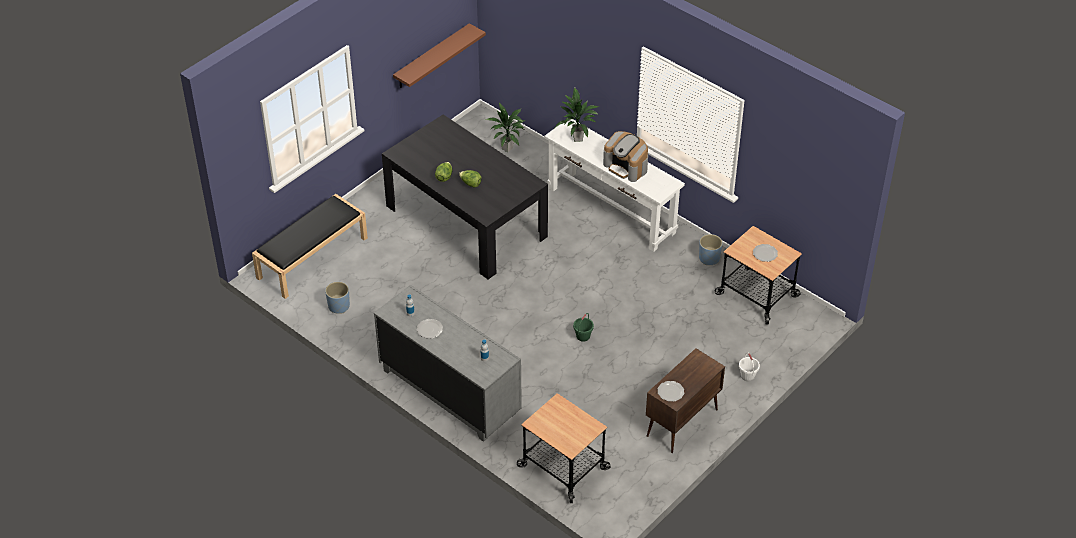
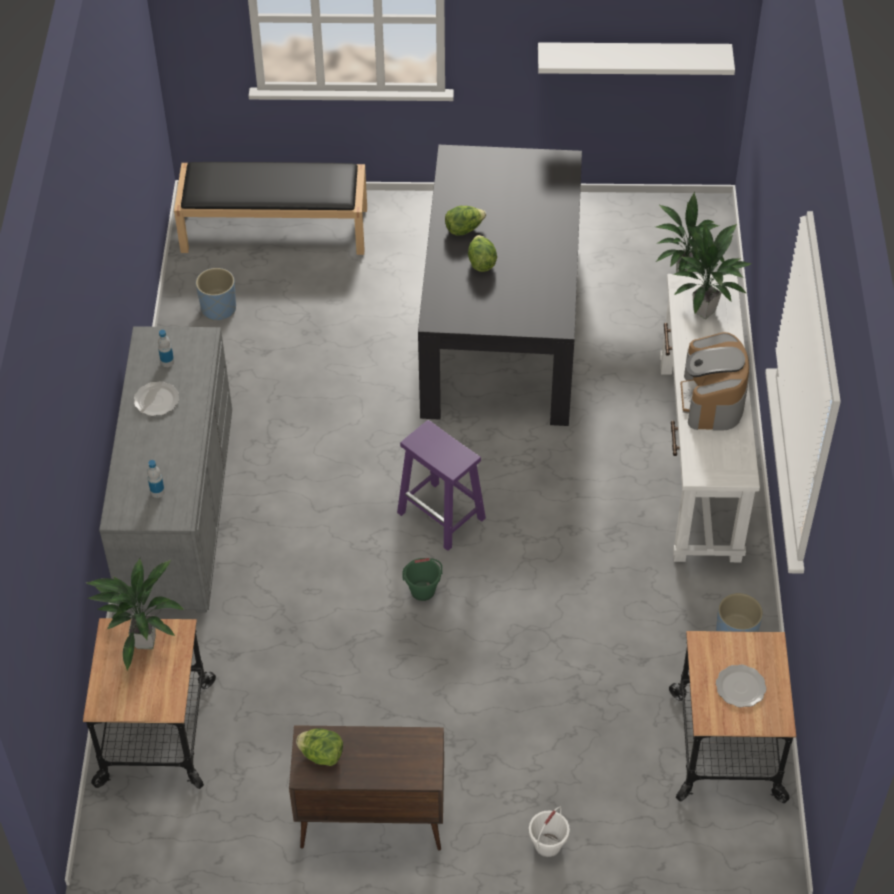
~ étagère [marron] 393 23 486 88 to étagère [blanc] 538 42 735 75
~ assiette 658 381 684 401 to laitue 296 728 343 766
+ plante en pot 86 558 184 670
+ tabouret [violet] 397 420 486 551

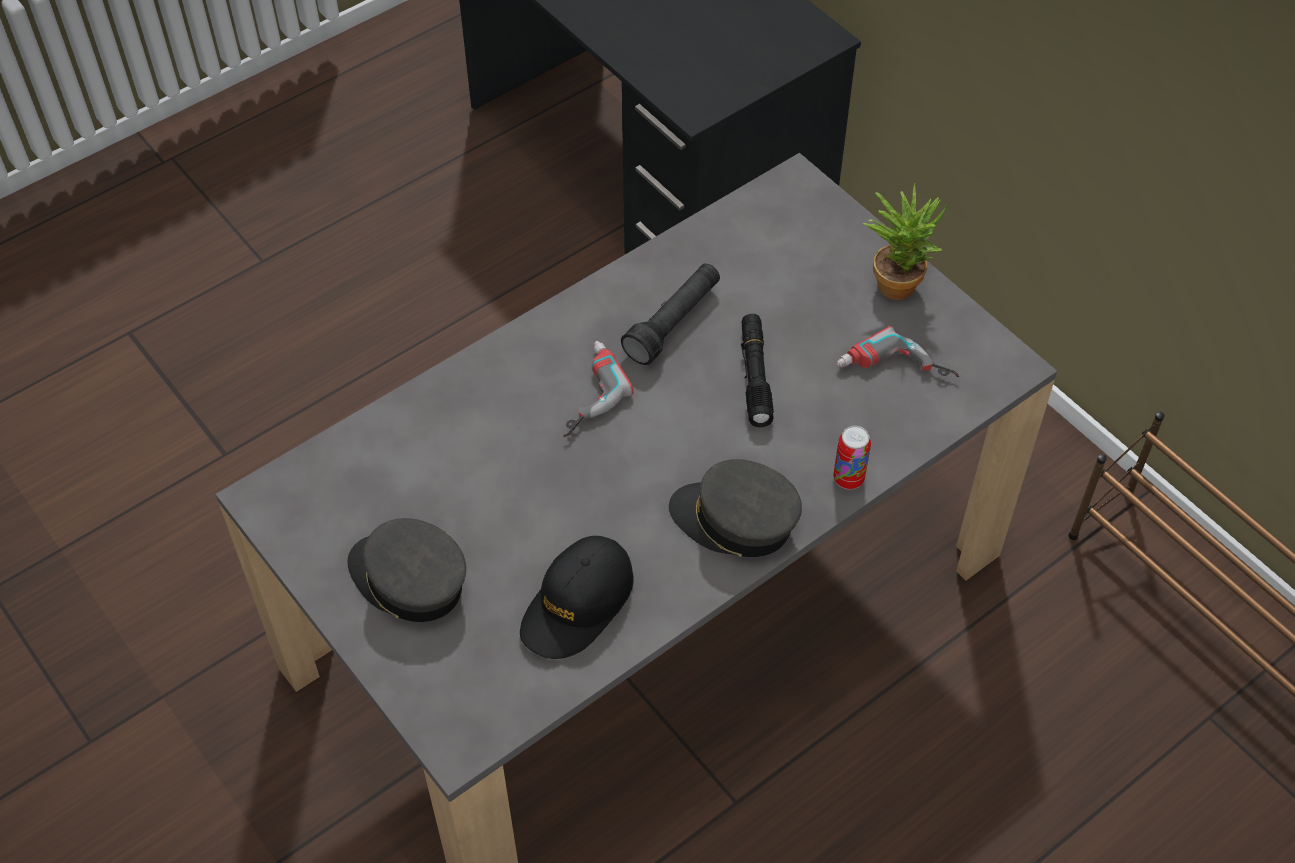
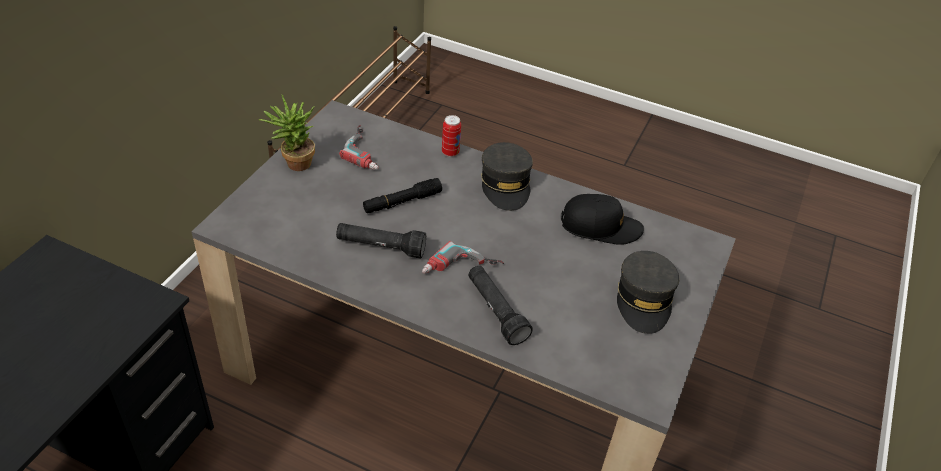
+ lampe de poche [noir] 468 266 533 345

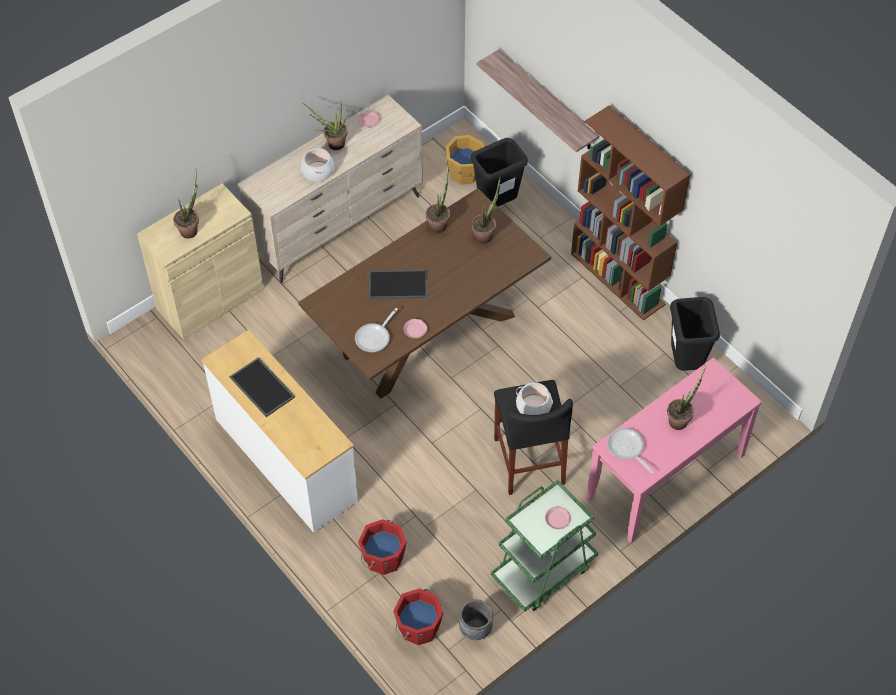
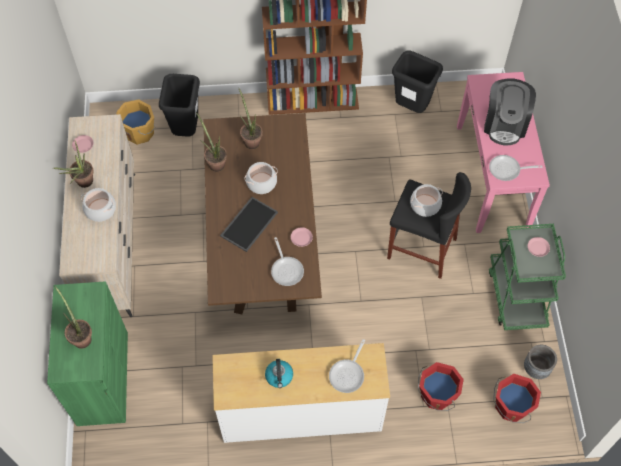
~ meuble de rangement [beige] 137 183 264 340 to meuble de rangement [vert] 47 281 128 426
~ plateau 230 357 295 417 to bouilloire 265 359 293 388
- étagère 477 49 599 152
~ plante en pot 667 364 706 430 to machine à café 484 78 536 145
+ marmite 245 162 277 194
+ poêle 329 339 365 393

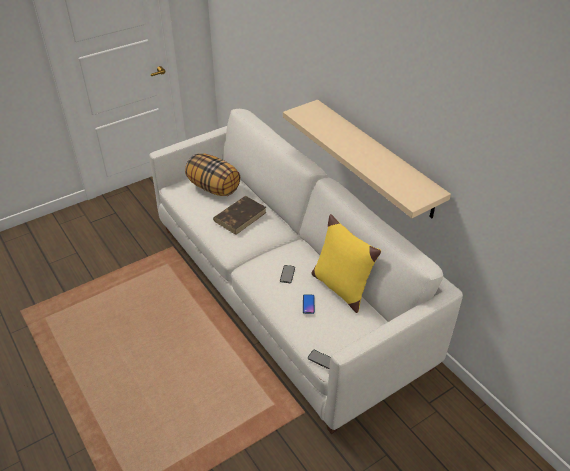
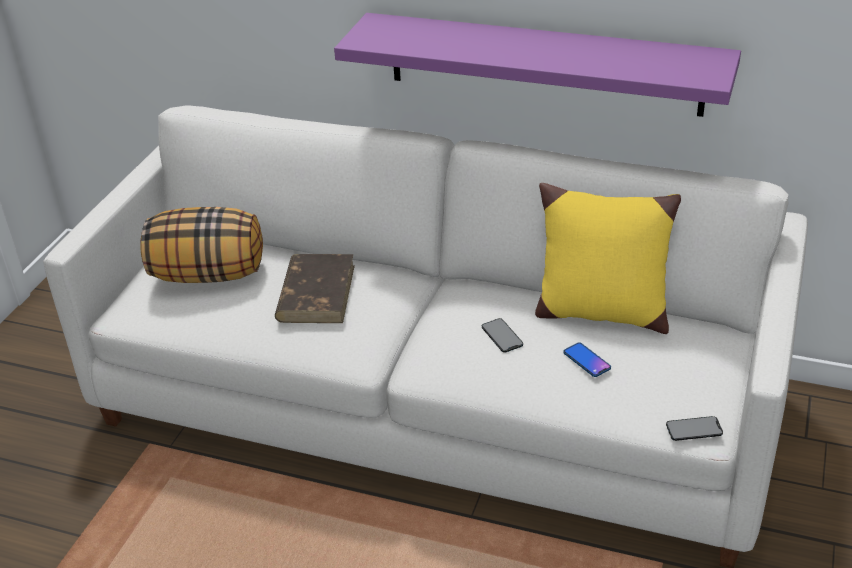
~ étagère [beige] 283 100 451 218 to étagère [violet] 334 13 741 117

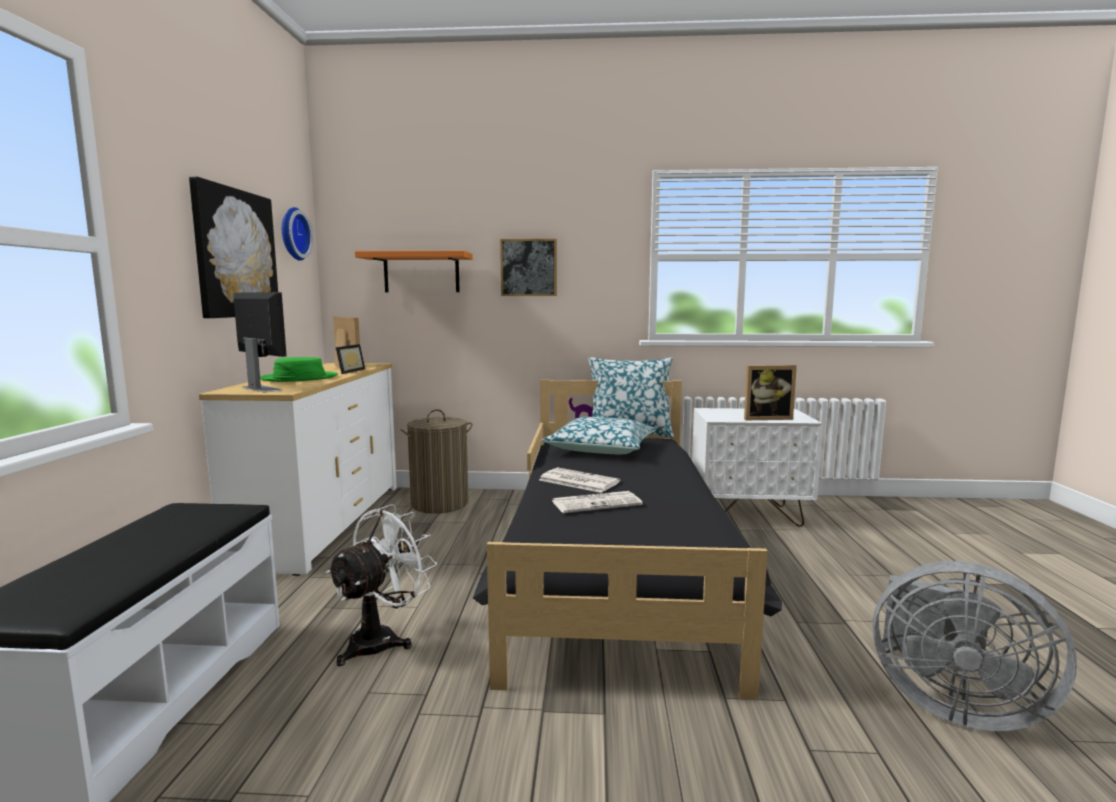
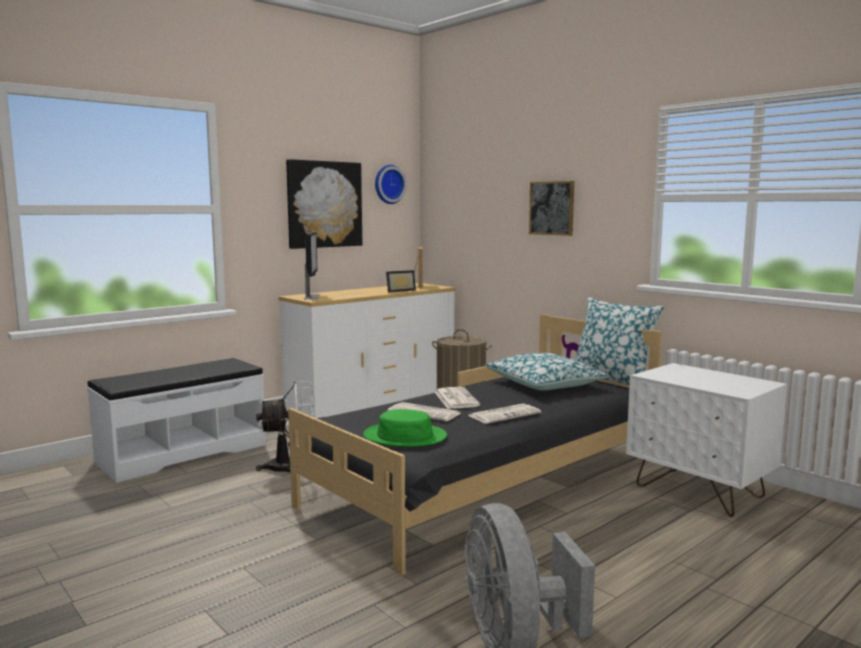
~ chapeau [vert] 260 357 338 382 to 363 409 447 447
- étagère [orange] 355 251 473 292
- cadre photo 744 365 797 420
+ journal 469 403 541 424

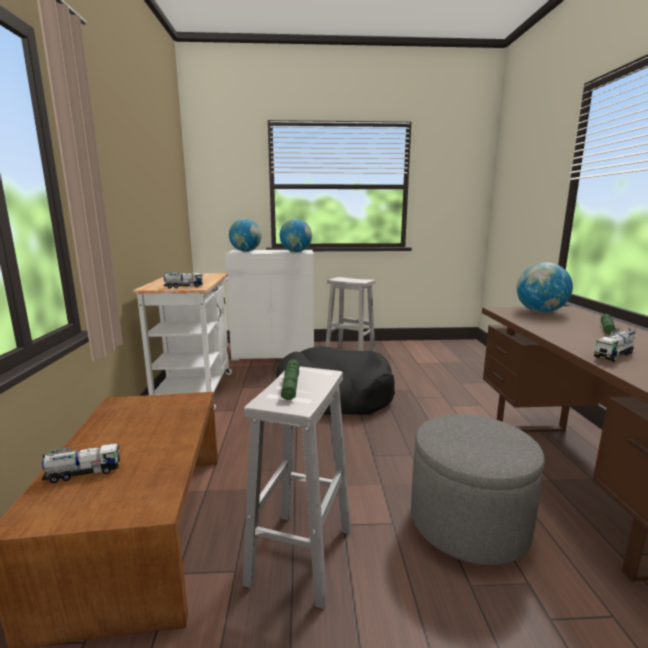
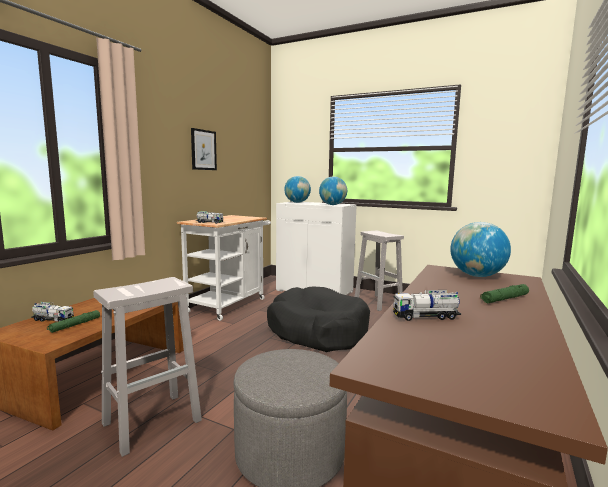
~ lampe de poche [vert] 281 359 299 400 to 47 310 100 333
+ tableau 191 128 217 170

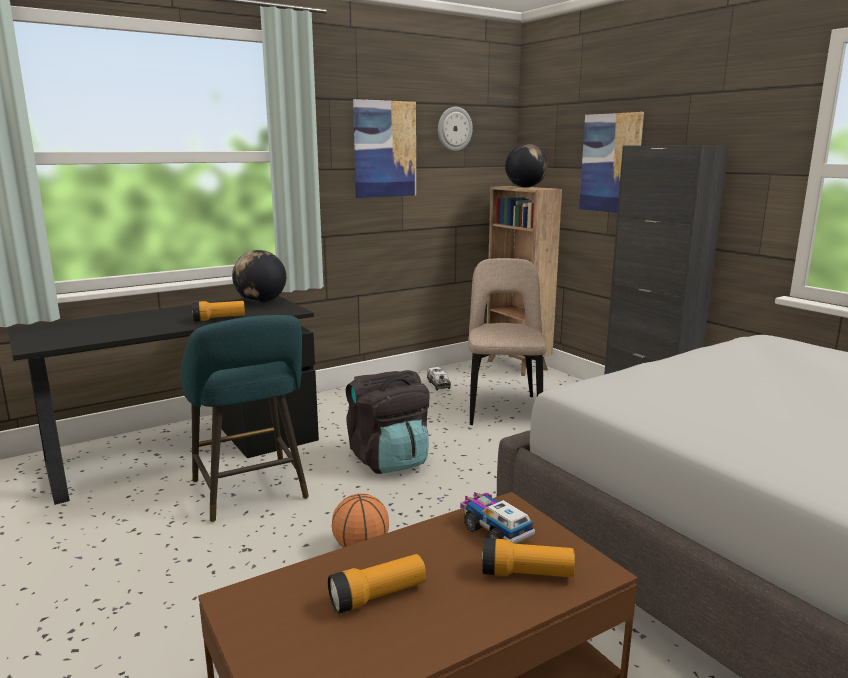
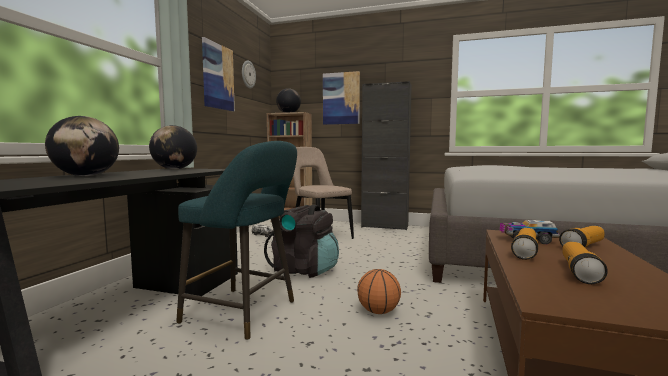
~ lampe de poche 192 301 245 321 to 511 228 539 260
+ globe 45 116 119 176

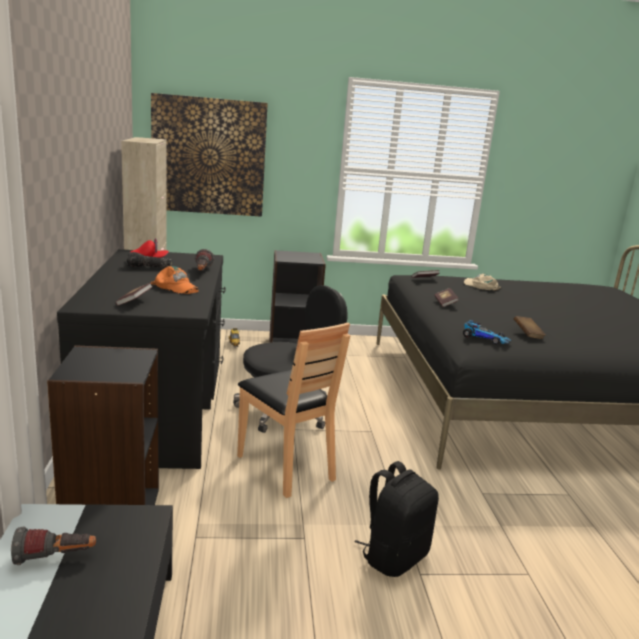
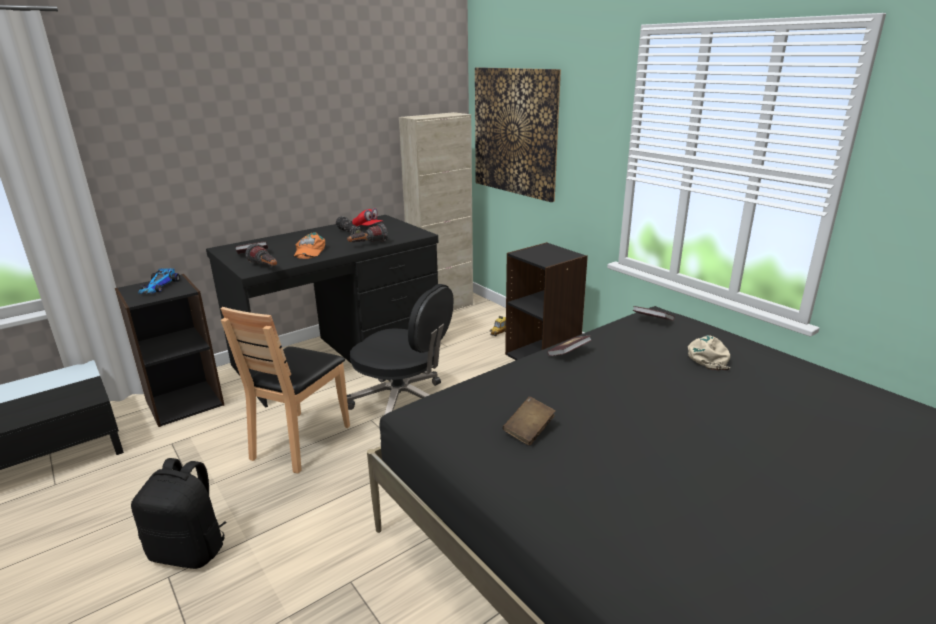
~ lampe de poche 11 527 96 565 to 246 244 277 266
~ petite voiture 463 320 511 344 to 138 268 180 294

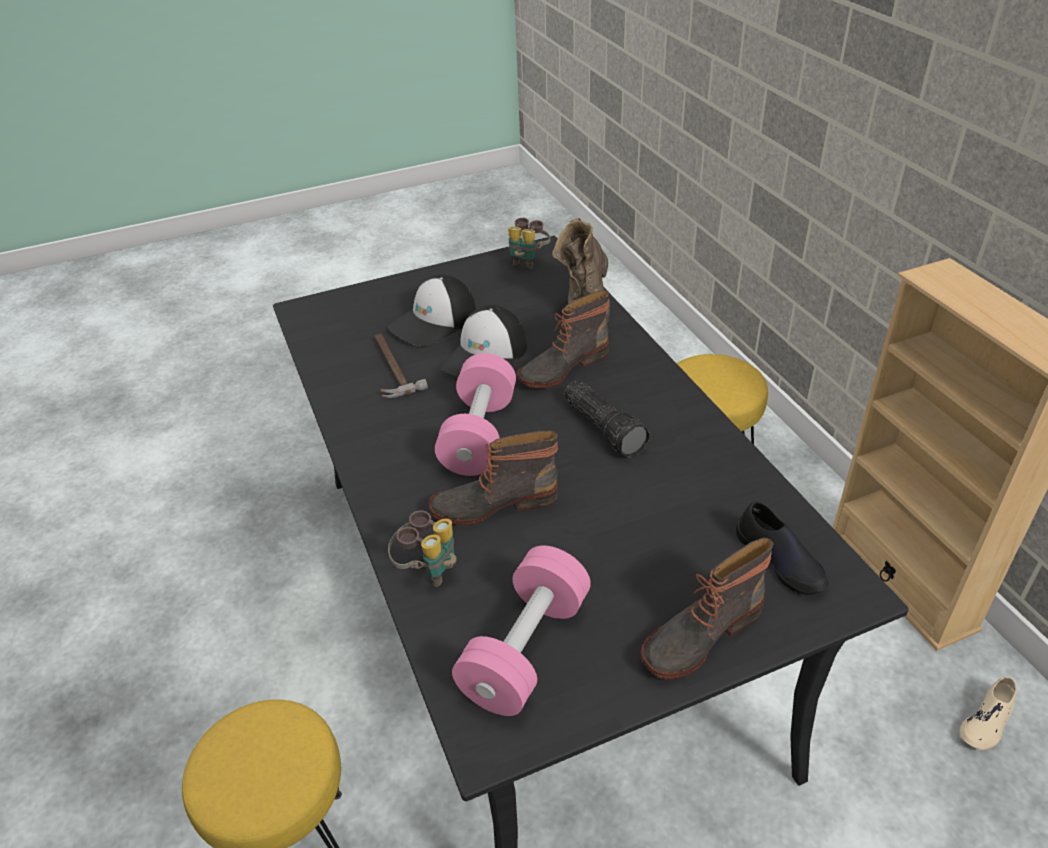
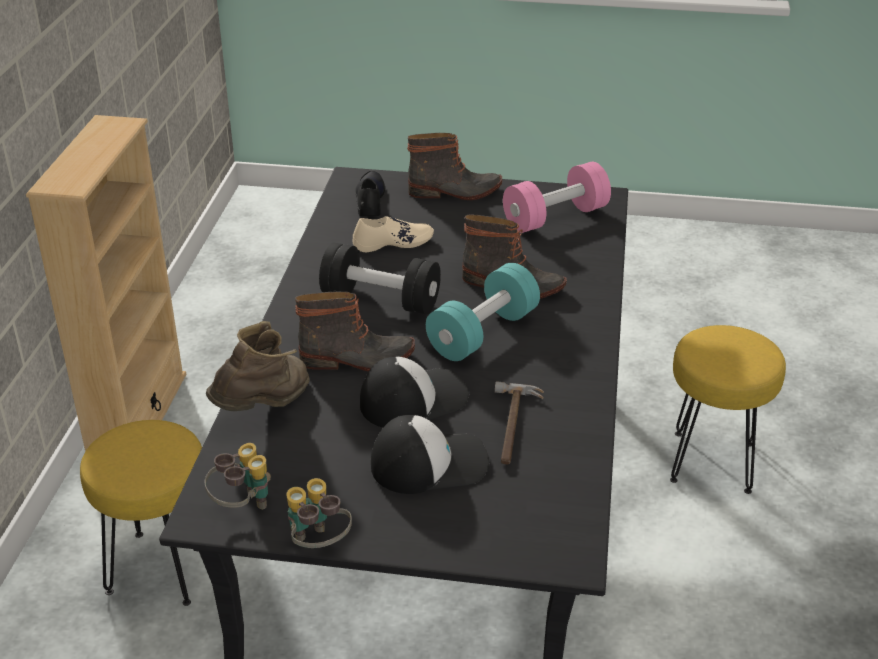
~ jumelles 388 510 457 587 to 286 478 352 548
~ haltère [rose] 435 353 516 476 to haltère [turquoise] 426 263 540 361
~ lampe de poche 565 381 650 457 to haltère [noir] 319 242 441 315
~ chaussure [beige] 959 677 1017 750 to 353 216 434 252

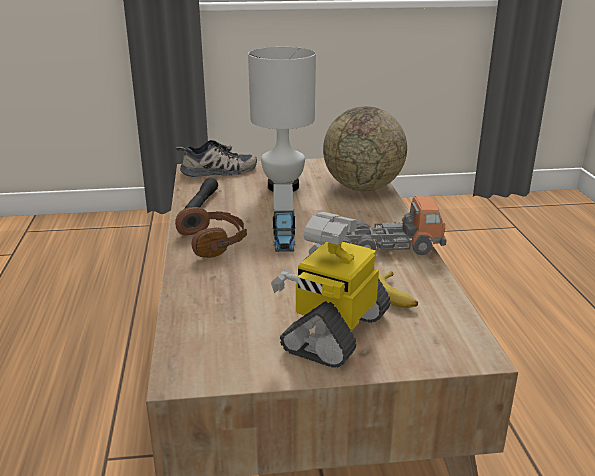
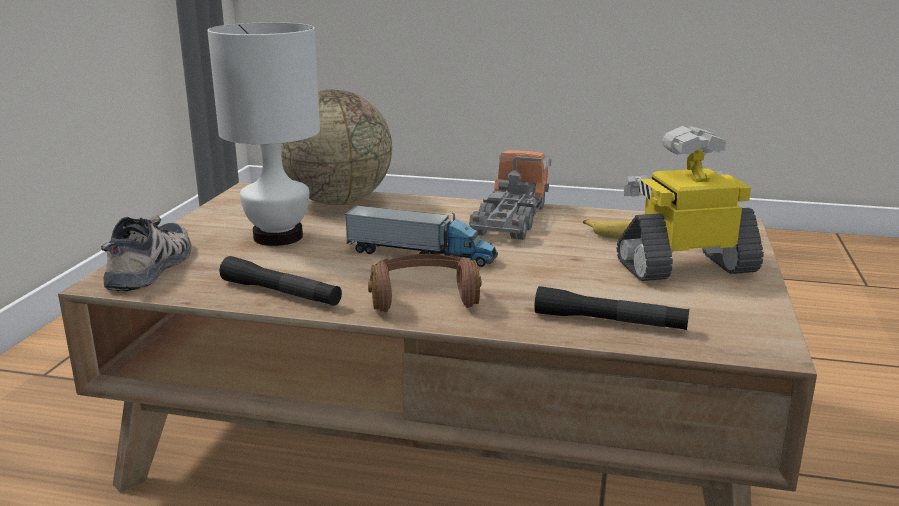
~ robot jouet 271 212 391 368 = 617 126 764 281 120 degrees clockwise
+ lampe de poche [noir] 534 286 689 330

